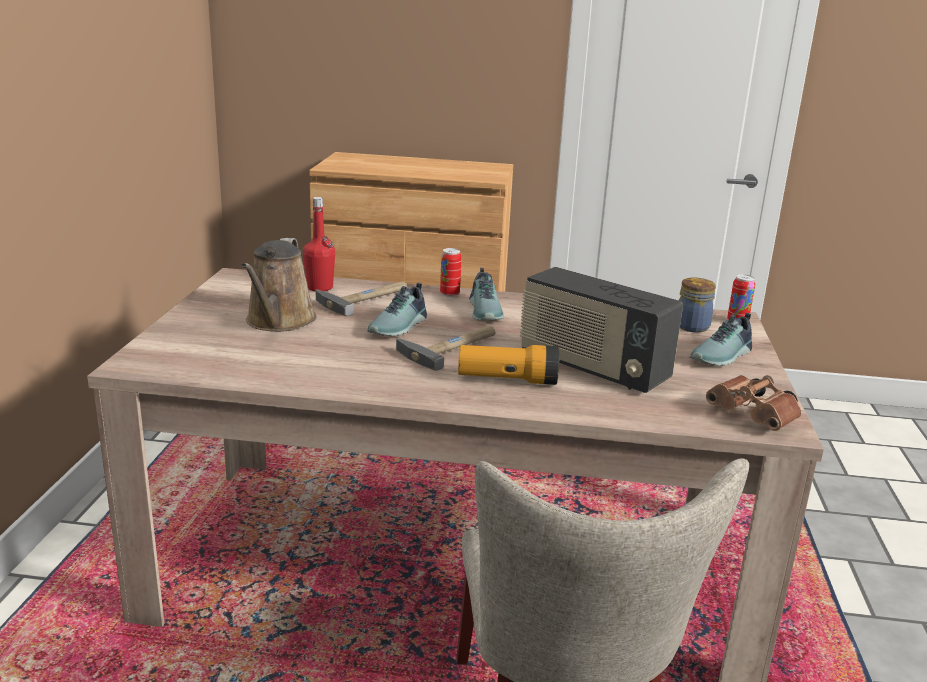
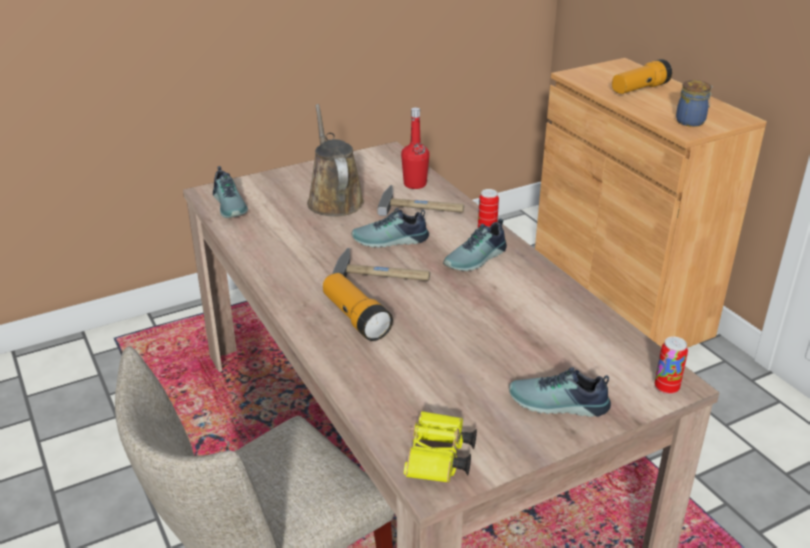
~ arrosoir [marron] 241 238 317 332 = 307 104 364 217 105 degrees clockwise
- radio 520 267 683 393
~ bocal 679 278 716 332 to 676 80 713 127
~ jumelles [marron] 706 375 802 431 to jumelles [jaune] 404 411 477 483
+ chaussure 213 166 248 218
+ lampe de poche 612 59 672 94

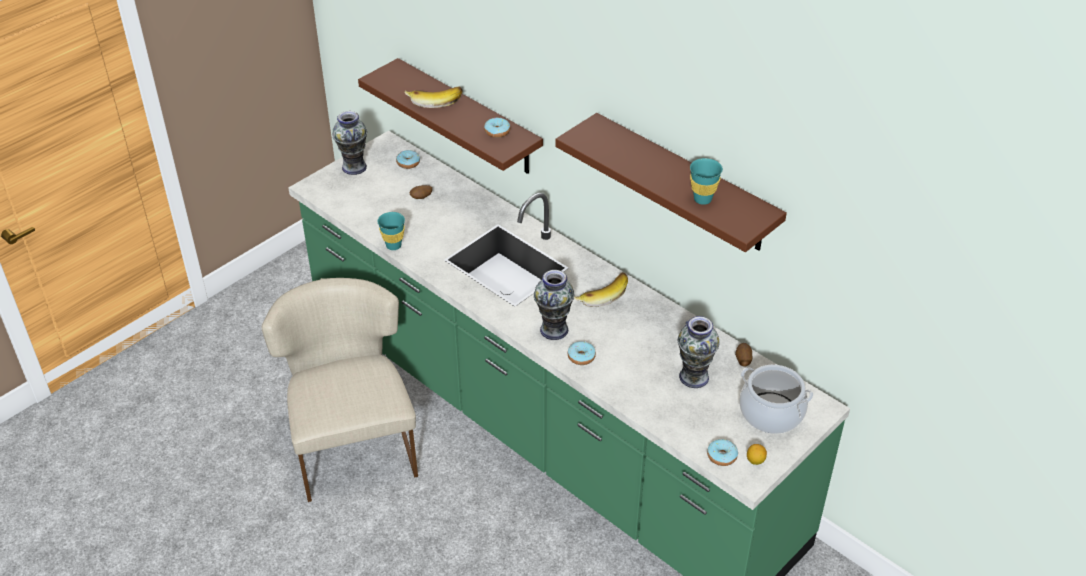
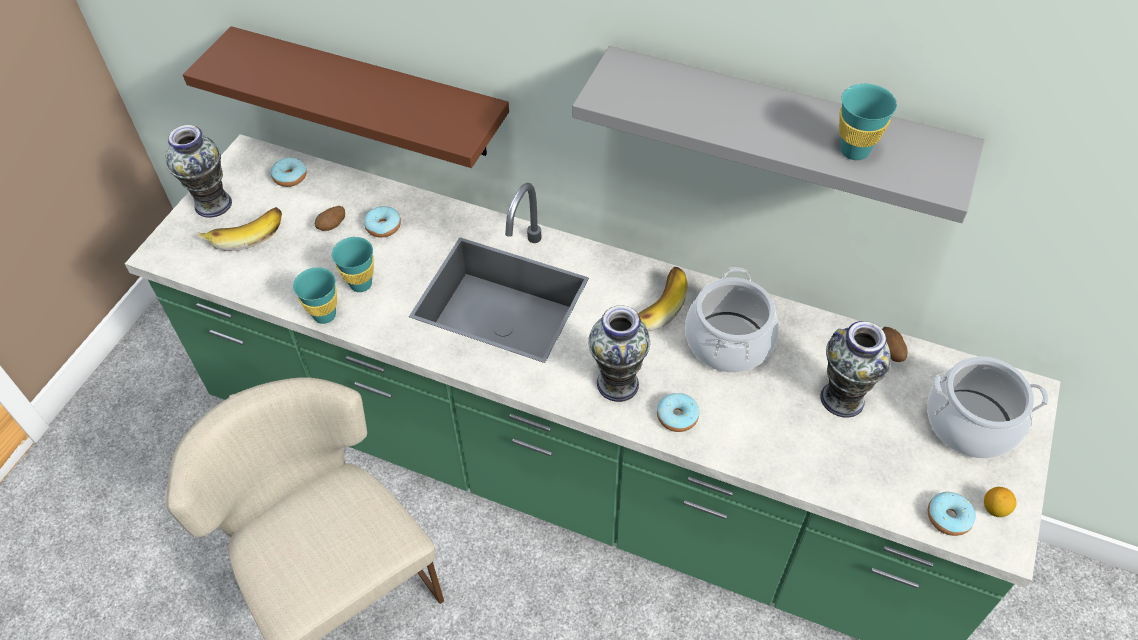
~ banane 404 87 463 108 to 198 207 282 251
~ beignet 484 118 510 138 to 364 206 401 237
~ étagère [marron] 555 113 787 252 to étagère [gris] 572 46 985 223
+ tasse [turquoise] 332 237 374 292
+ marmite 685 267 779 373

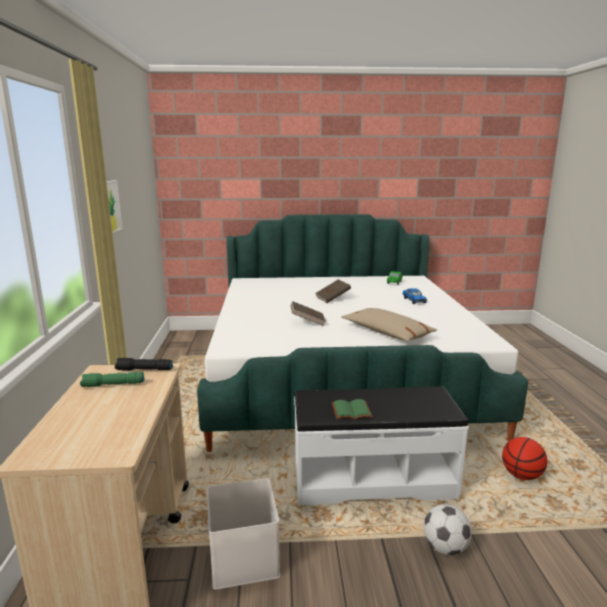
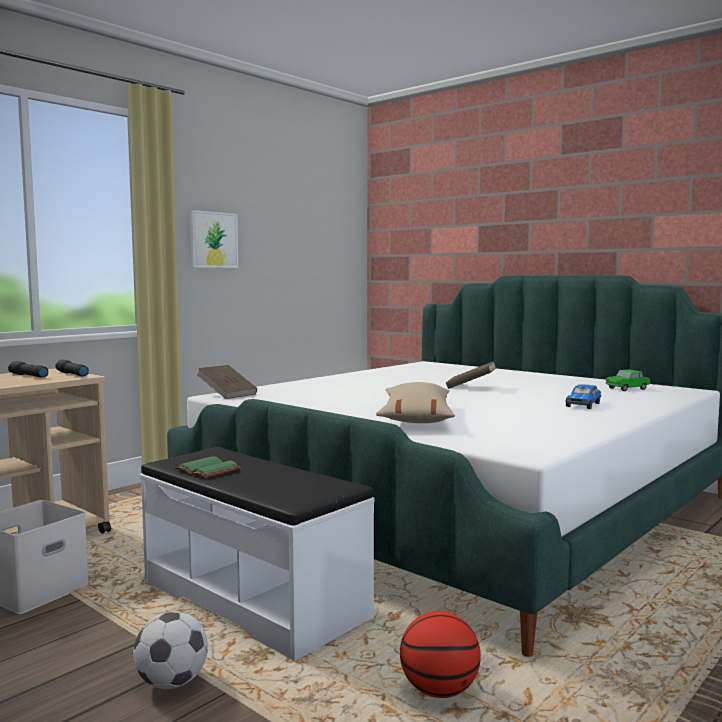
~ lampe de poche [vert] 80 372 145 387 to lampe de poche [noir] 8 361 48 378
~ livre [marron] 291 301 326 326 to 197 365 257 399

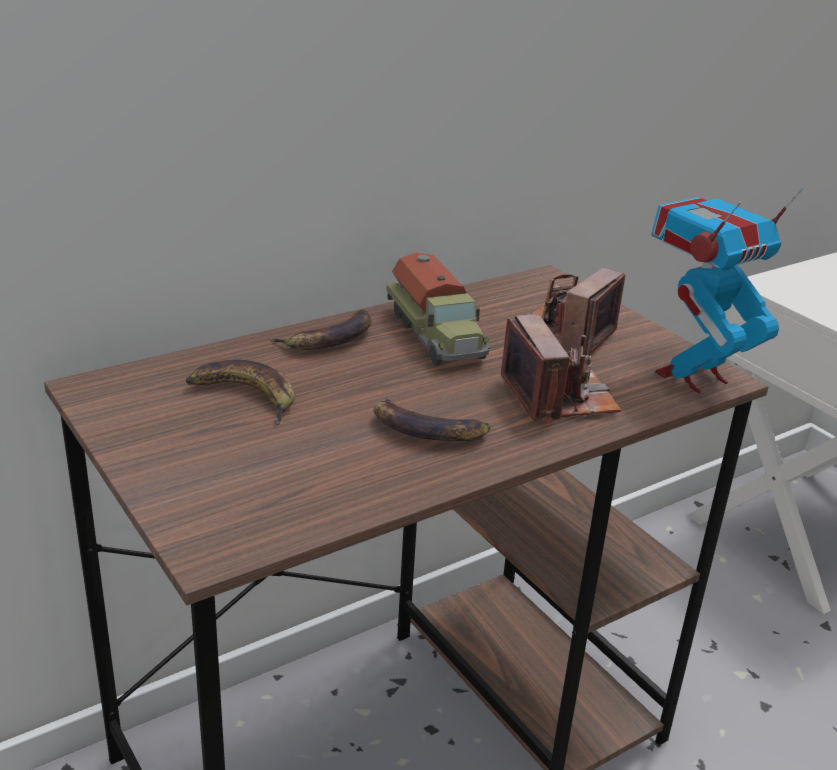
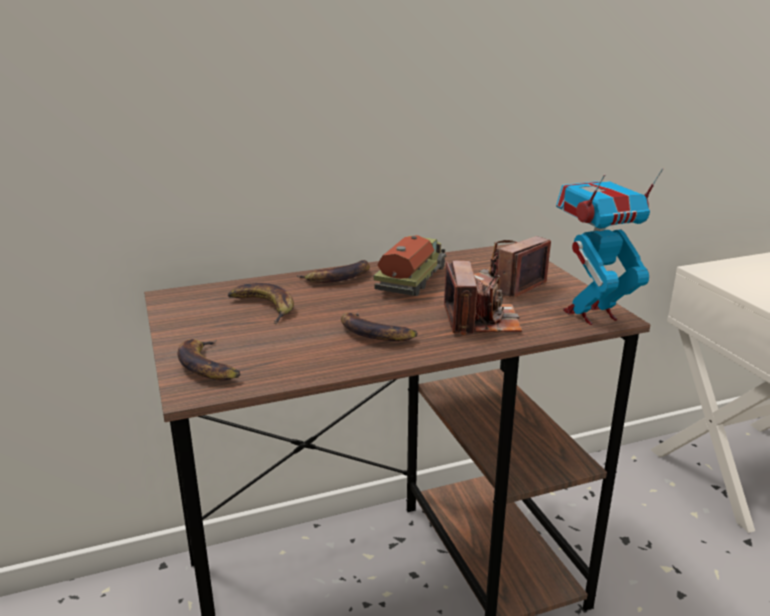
~ camion jouet 386 252 490 365 = 374 235 447 296 150 degrees counterclockwise
+ banane 177 339 240 381

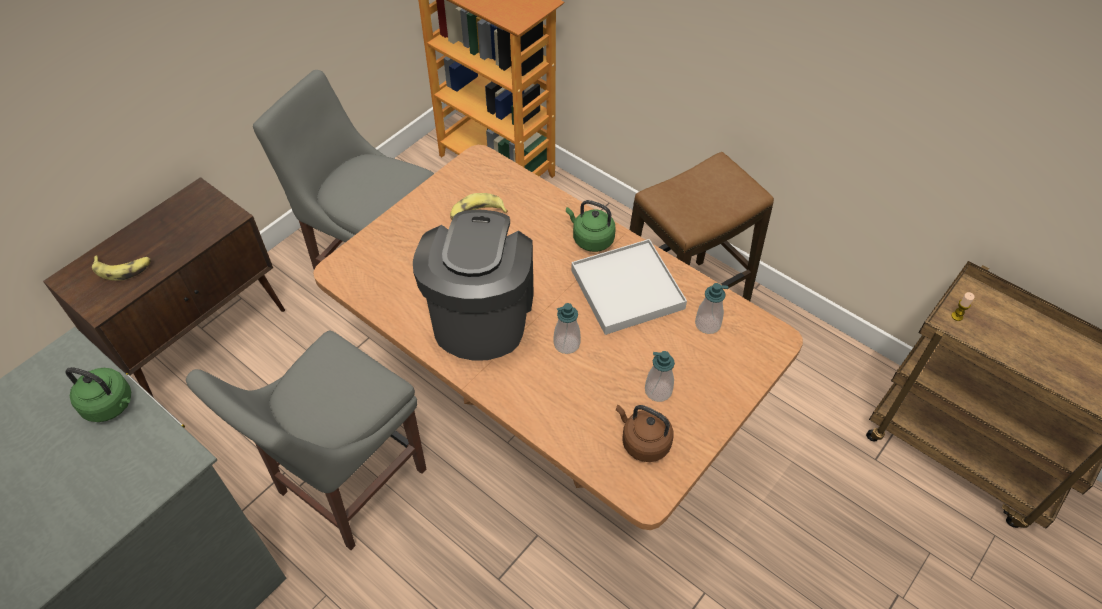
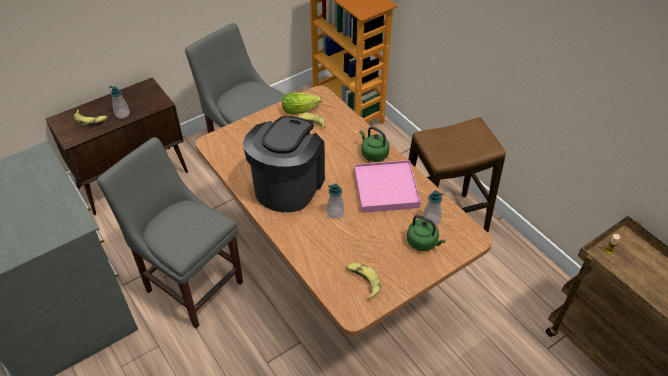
~ bouilloire [vert] 65 367 131 422 to 407 215 446 251
~ chaise [gris] 186 331 426 550 = 97 137 243 329 75 degrees clockwise
~ plateau [blanc] 571 239 687 335 to plateau [rose] 354 160 421 213
~ bouilloire [marron] 616 405 674 462 to banane 346 263 381 300
~ distributeur de savon 645 351 675 402 to 109 86 130 119
+ laitue 282 93 321 114

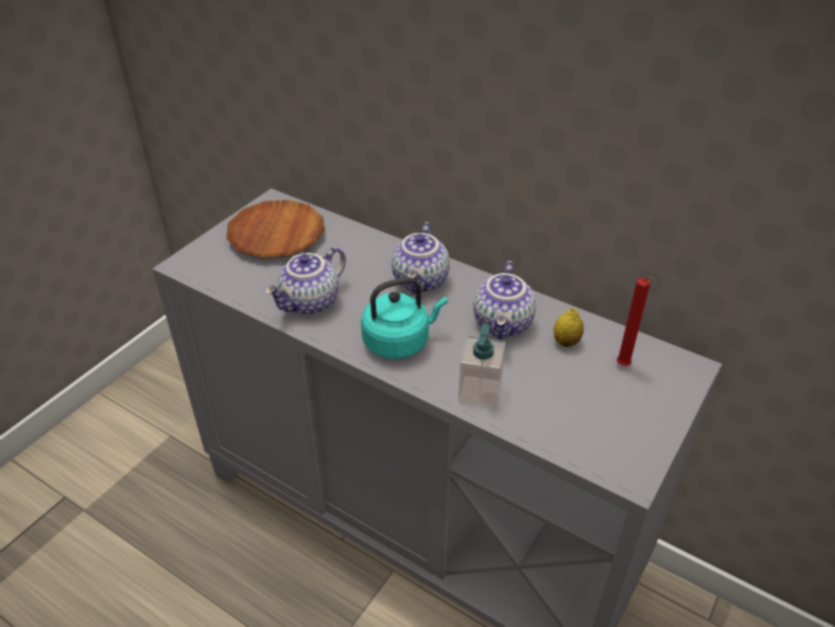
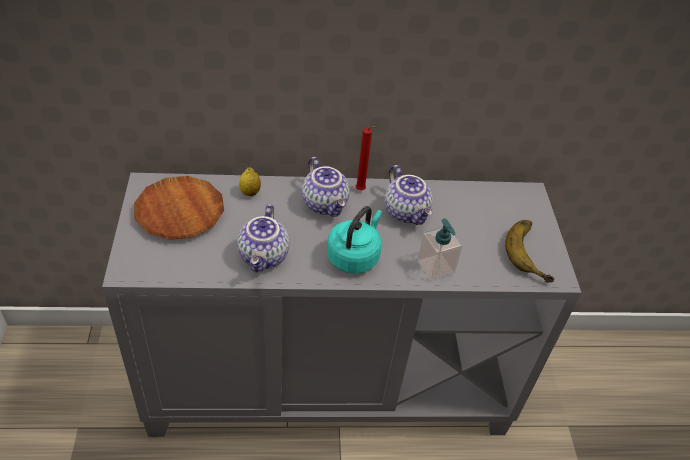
~ citron 554 308 584 347 to 239 167 261 196
~ bougie [rouge] 617 277 654 366 to 356 126 376 190
+ banane 505 220 554 283

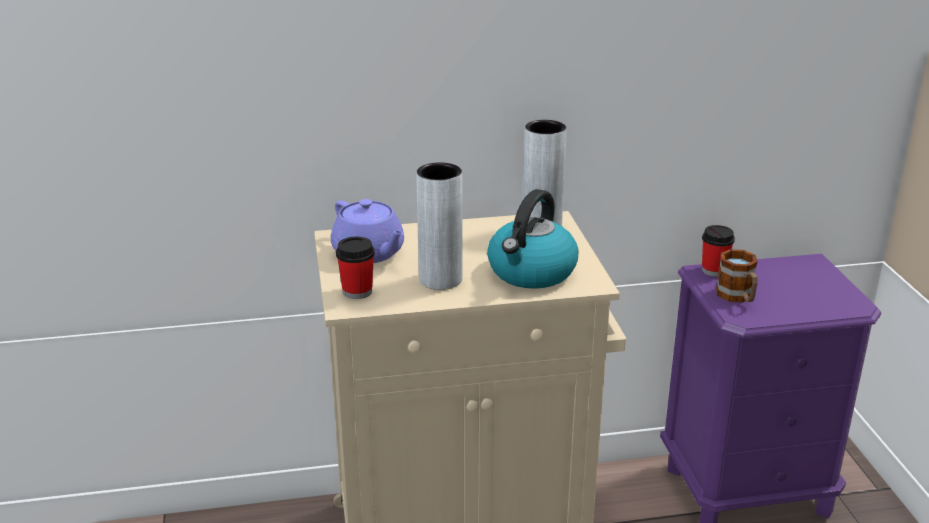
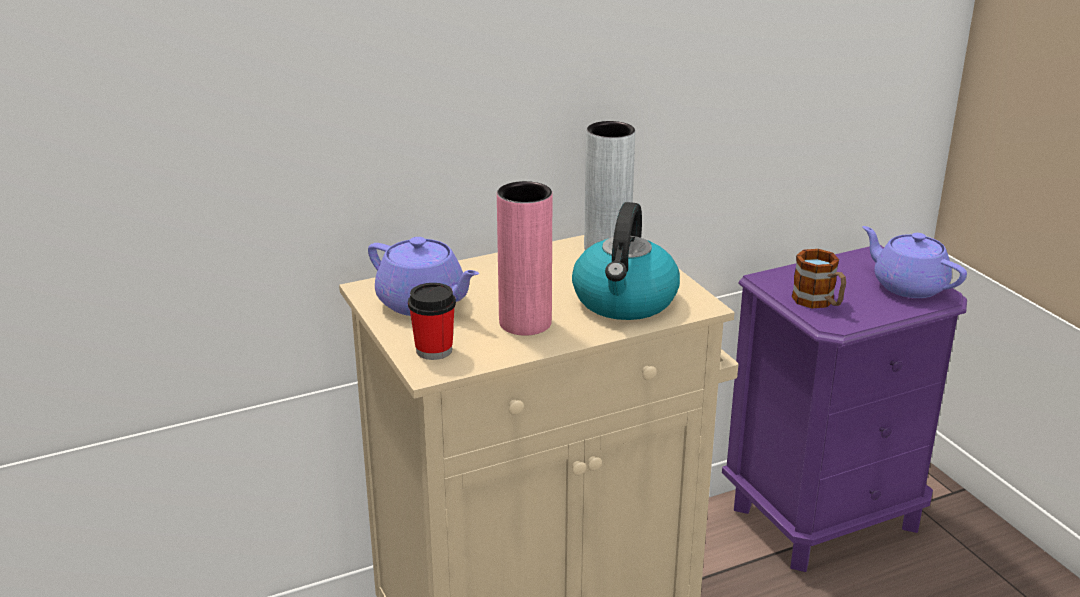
~ vase [gris] 416 162 463 290 to vase [rose] 497 181 552 335
- tasse 702 225 735 277
+ théière [violet] 862 226 967 298

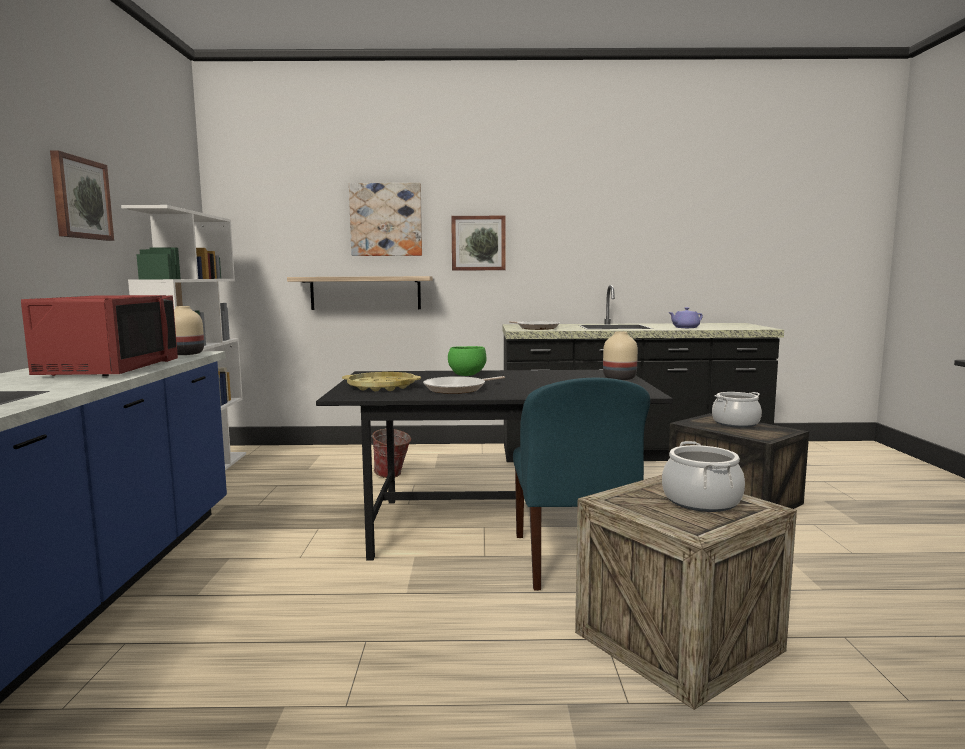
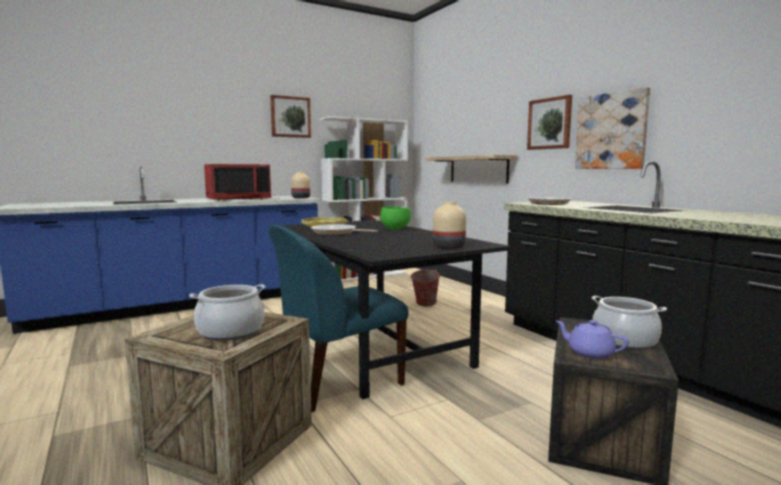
~ tableau 349 183 422 256 to 575 87 650 169
~ théière [violet] 668 307 703 328 to 555 320 629 359

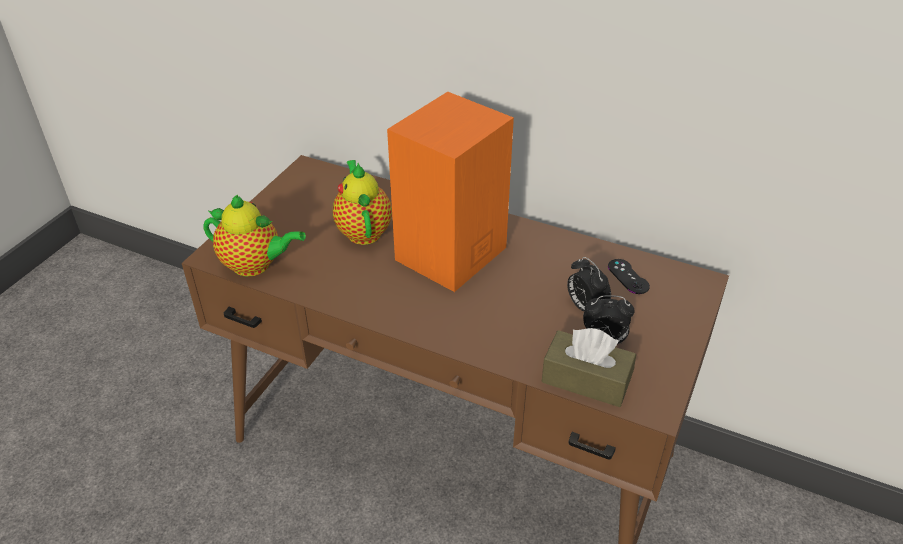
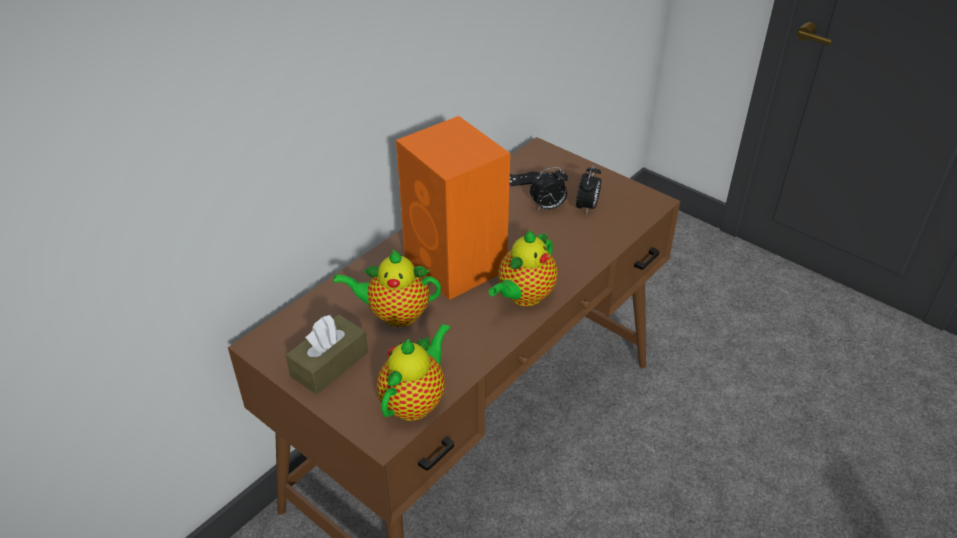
~ boîte à mouchoirs [marron] 542 328 636 407 to 286 314 368 395
+ théière 488 231 558 306

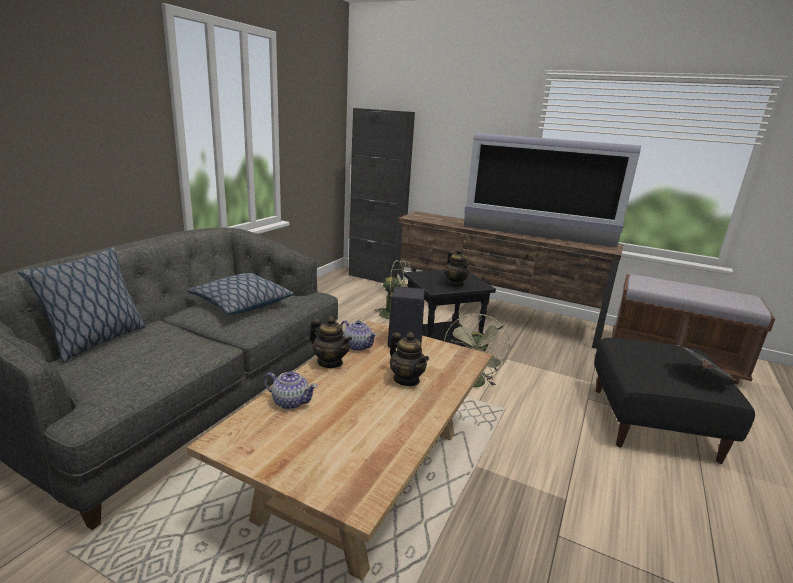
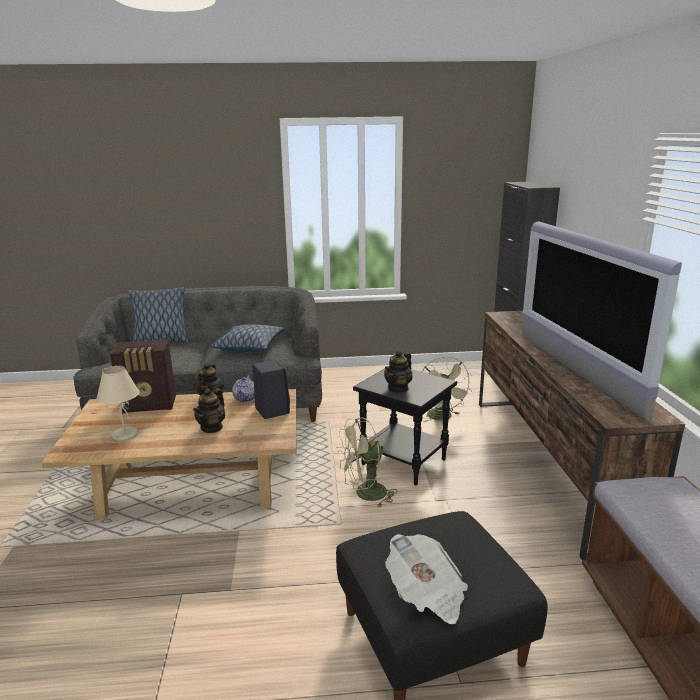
~ théière 264 371 318 409 to radio 110 339 176 414
+ lampe de table [beige] 96 366 139 441

